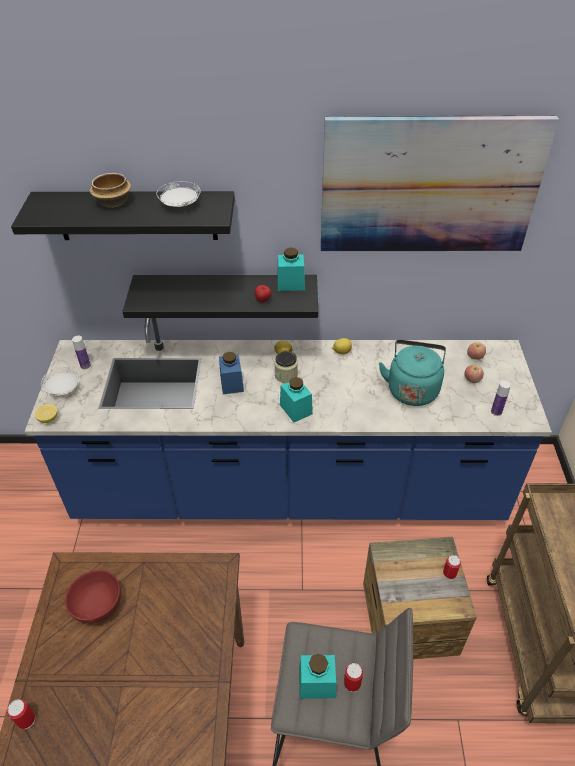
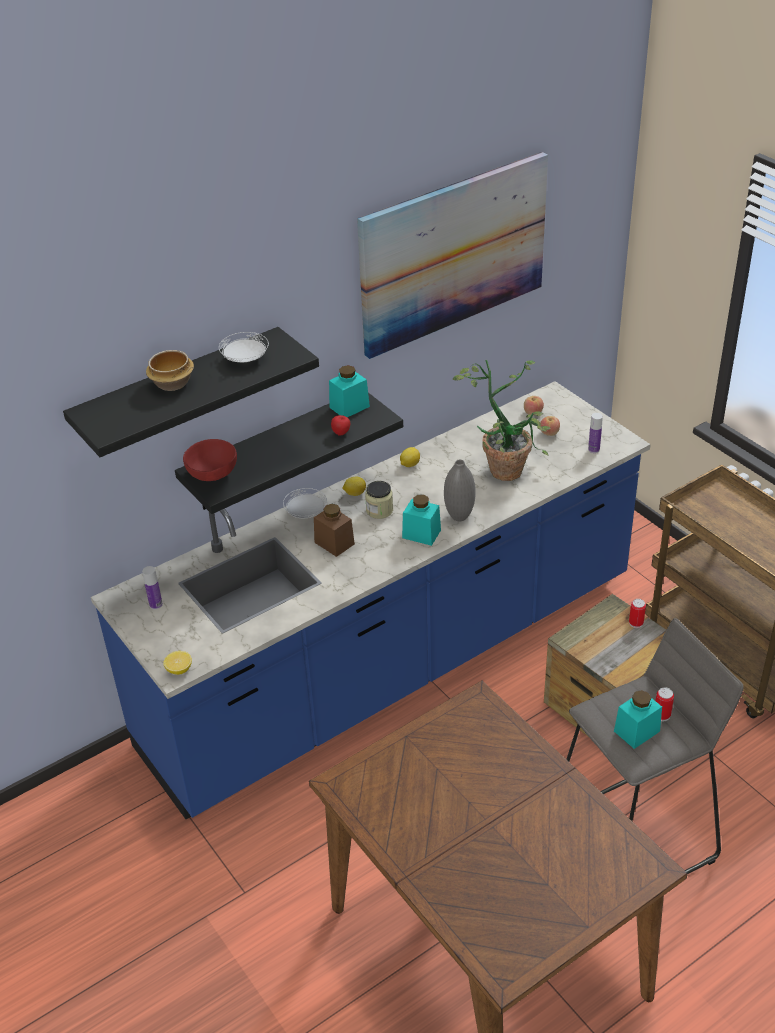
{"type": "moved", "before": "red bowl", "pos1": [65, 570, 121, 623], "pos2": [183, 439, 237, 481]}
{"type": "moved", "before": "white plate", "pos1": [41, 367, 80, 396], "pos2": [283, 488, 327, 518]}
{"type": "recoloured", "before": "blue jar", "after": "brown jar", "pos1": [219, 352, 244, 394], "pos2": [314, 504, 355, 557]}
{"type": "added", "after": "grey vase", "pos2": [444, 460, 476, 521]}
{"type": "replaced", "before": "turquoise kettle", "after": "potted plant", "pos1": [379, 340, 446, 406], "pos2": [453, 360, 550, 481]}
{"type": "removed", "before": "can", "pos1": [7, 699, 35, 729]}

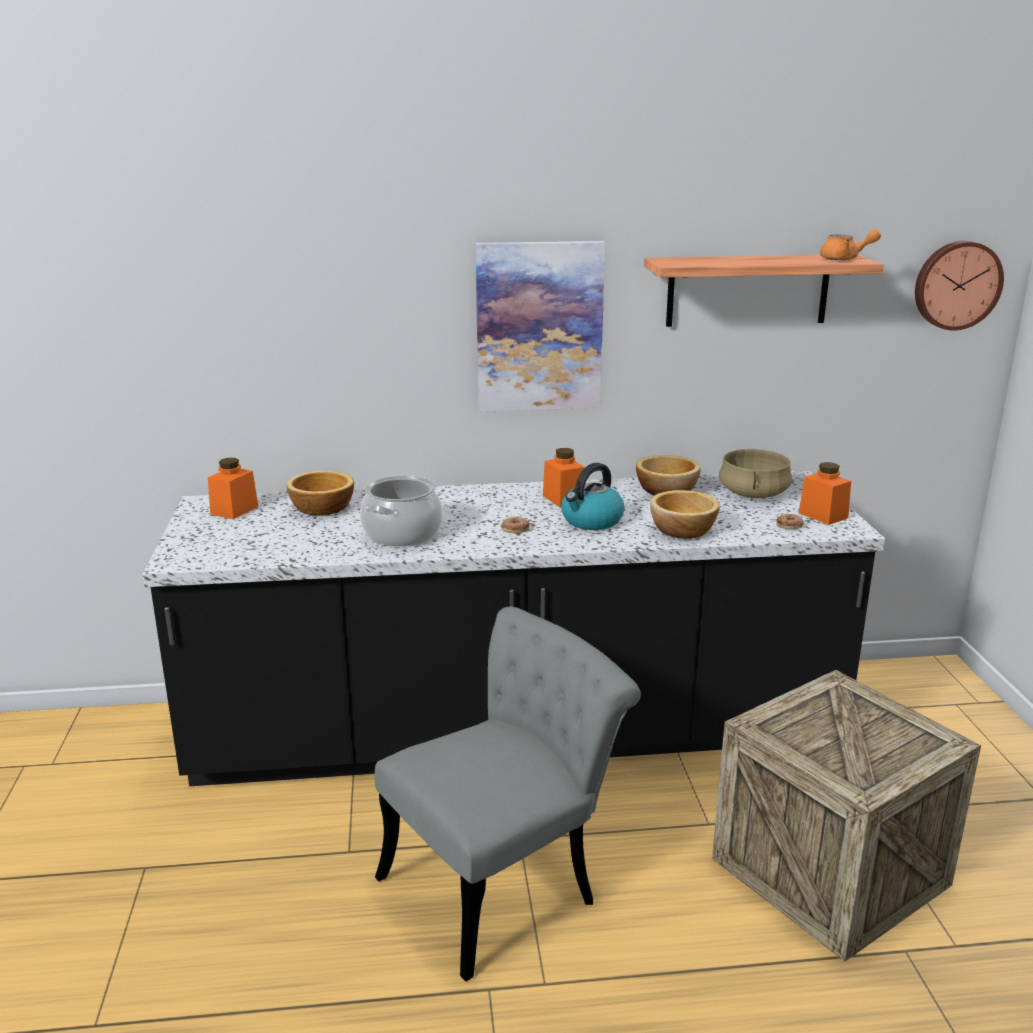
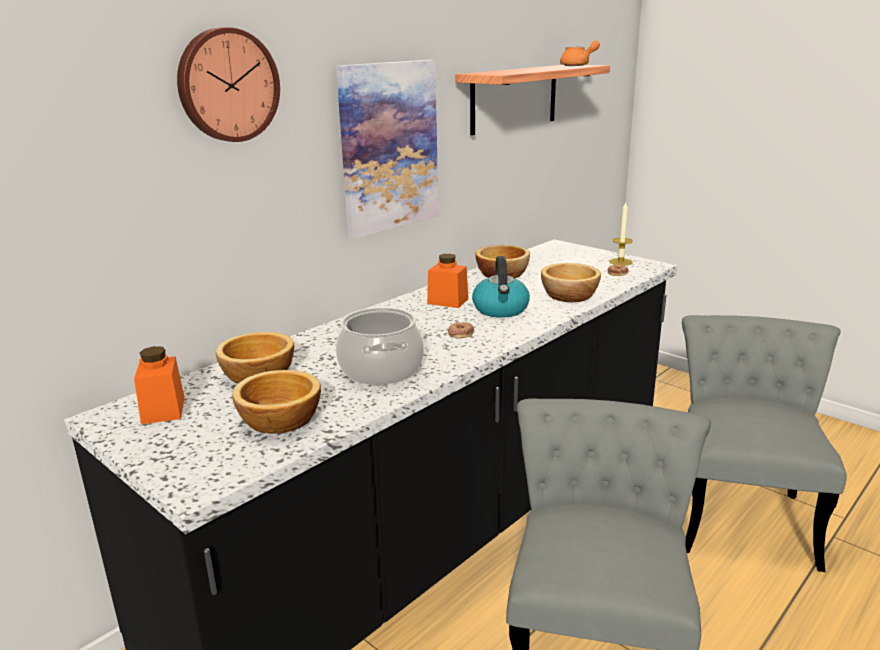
{"type": "moved", "before": "wall clock", "pos1": [915, 241, 1004, 331], "pos2": [177, 27, 280, 142]}
{"type": "added", "after": "bowl", "pos2": [232, 370, 321, 434]}
{"type": "replaced", "before": "orange jar", "after": "candle", "pos1": [798, 462, 851, 525], "pos2": [609, 202, 633, 266]}
{"type": "replaced", "before": "crate", "after": "grey chair", "pos1": [712, 670, 981, 961], "pos2": [682, 315, 847, 572]}
{"type": "removed", "before": "beige cooking pot", "pos1": [719, 449, 792, 498]}

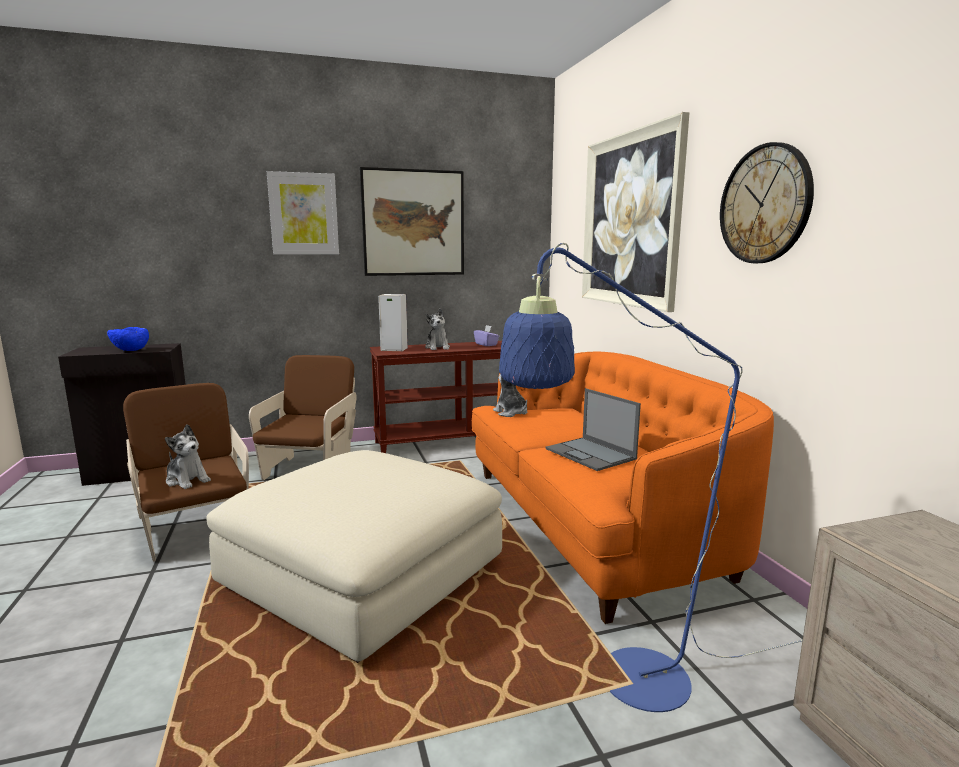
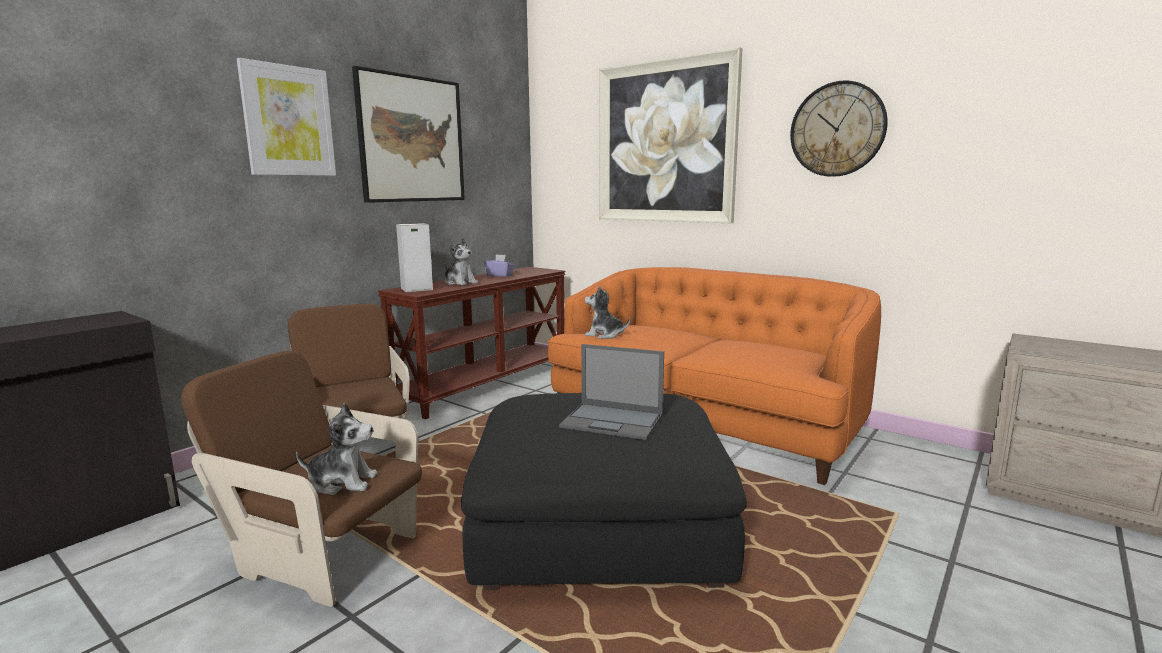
{"type": "recoloured", "before": "beige ottoman", "after": "black ottoman", "pos1": [206, 450, 502, 663], "pos2": [461, 393, 747, 590]}
{"type": "moved", "before": "laptop", "pos1": [545, 388, 641, 471], "pos2": [559, 344, 664, 440]}
{"type": "removed", "before": "blue bowl", "pos1": [107, 327, 149, 351]}
{"type": "removed", "before": "blue floor lamp", "pos1": [499, 243, 803, 712]}

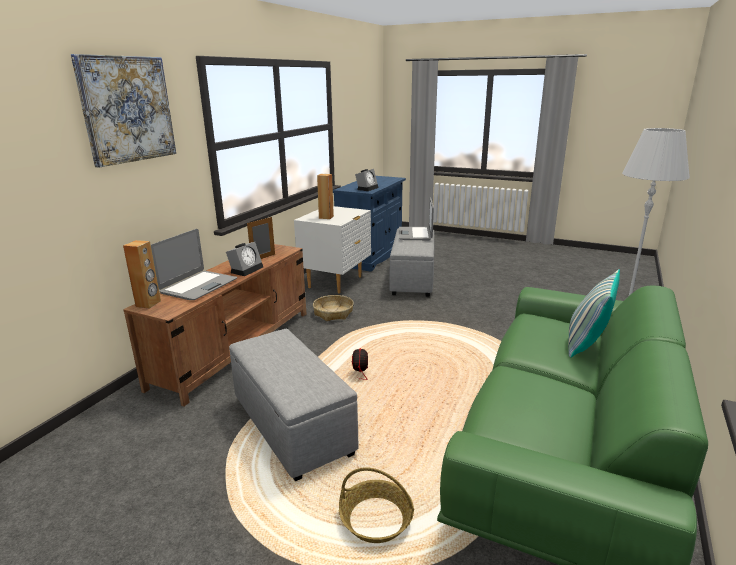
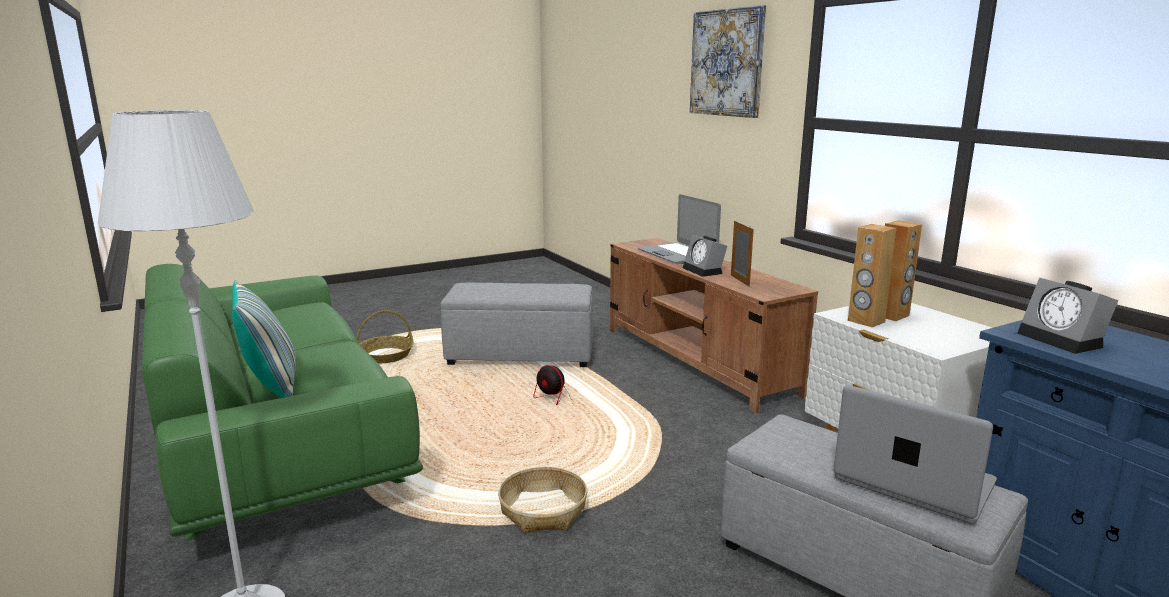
{"type": "moved", "before": "basket", "pos1": [313, 295, 354, 321], "pos2": [498, 467, 587, 533]}
{"type": "moved", "before": "brown speaker", "pos1": [123, 240, 161, 309], "pos2": [848, 224, 896, 327]}

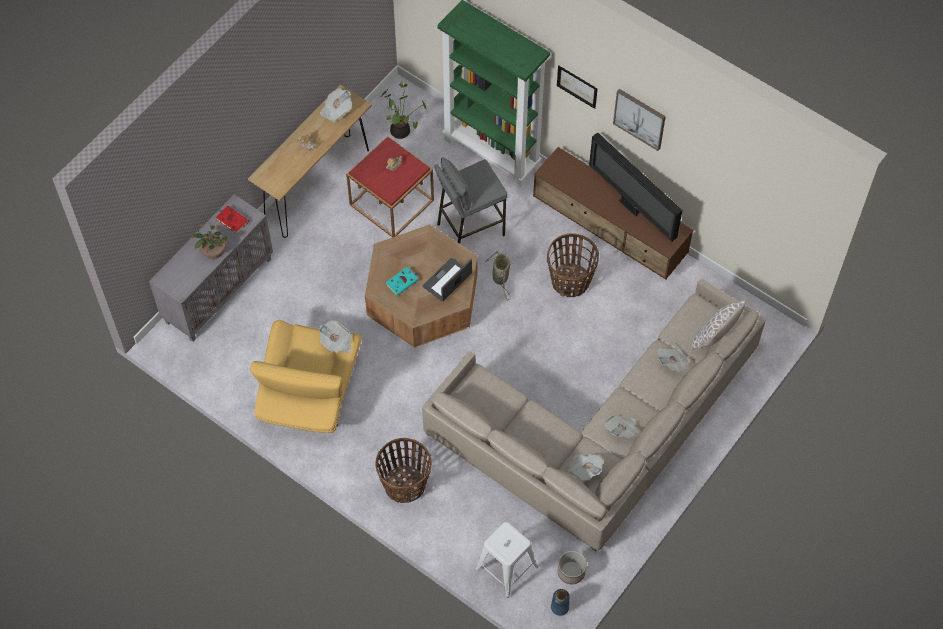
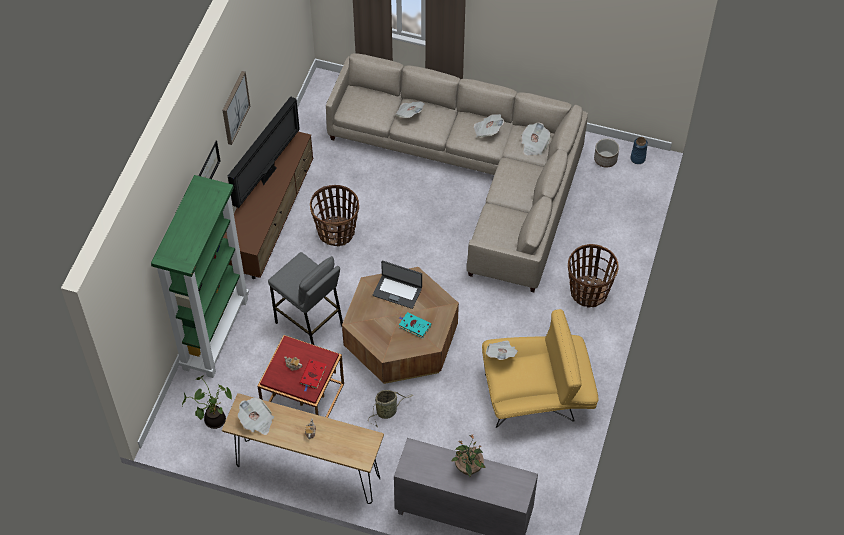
{"type": "moved", "before": "red book", "pos1": [216, 206, 249, 234], "pos2": [300, 359, 327, 391]}
{"type": "moved", "before": "basket", "pos1": [485, 251, 511, 301], "pos2": [368, 390, 413, 427]}
{"type": "removed", "before": "white stool", "pos1": [475, 522, 538, 598]}
{"type": "removed", "before": "pillow", "pos1": [691, 300, 747, 350]}

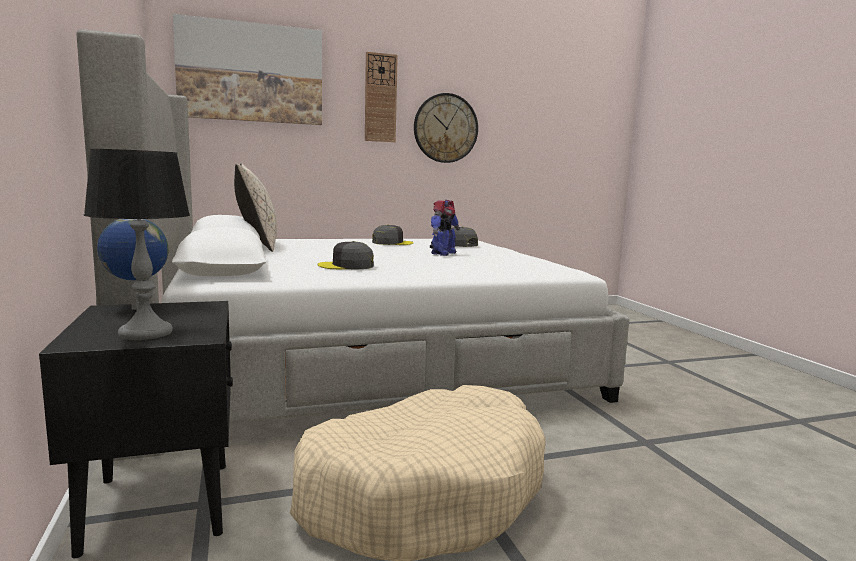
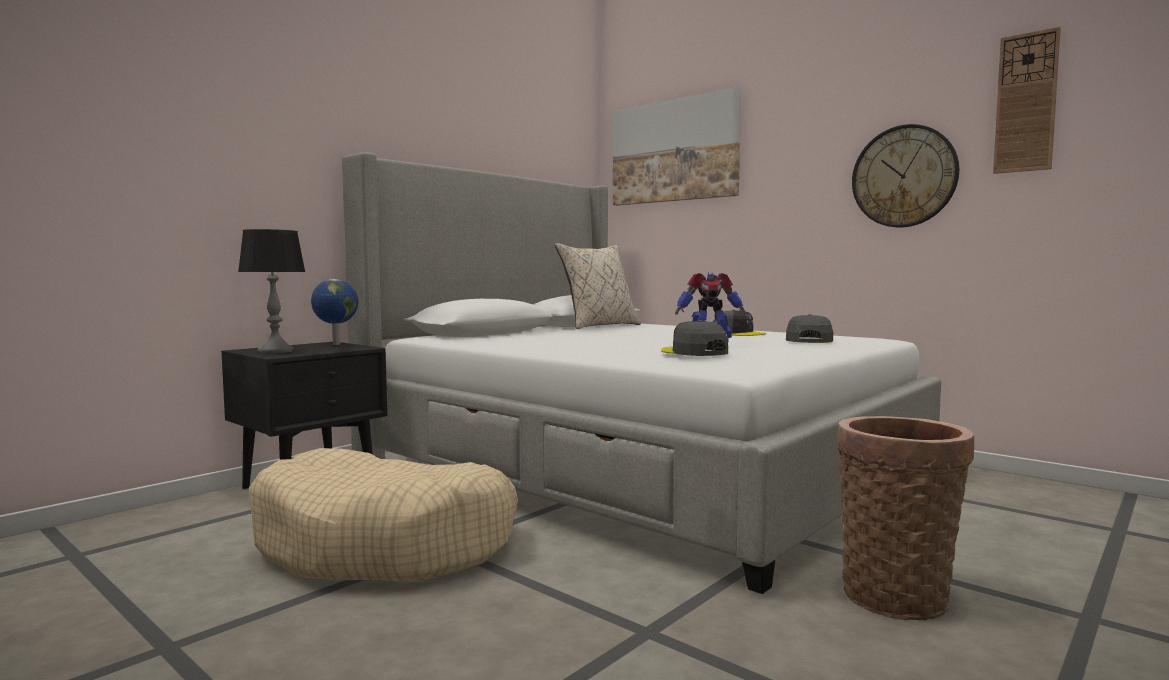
{"type": "moved", "before": "grey cap", "pos1": [317, 241, 374, 269], "pos2": [661, 320, 728, 356]}
{"type": "added", "after": "basket", "pos2": [837, 416, 974, 620]}
{"type": "moved", "before": "wall clock", "pos1": [365, 52, 398, 142], "pos2": [993, 27, 1061, 174]}

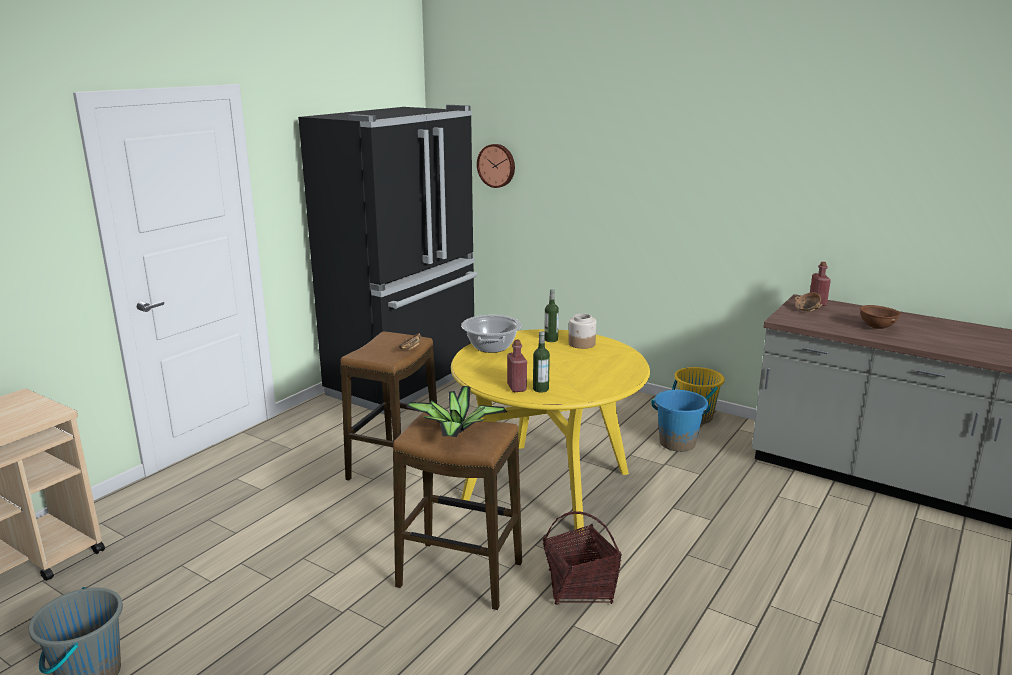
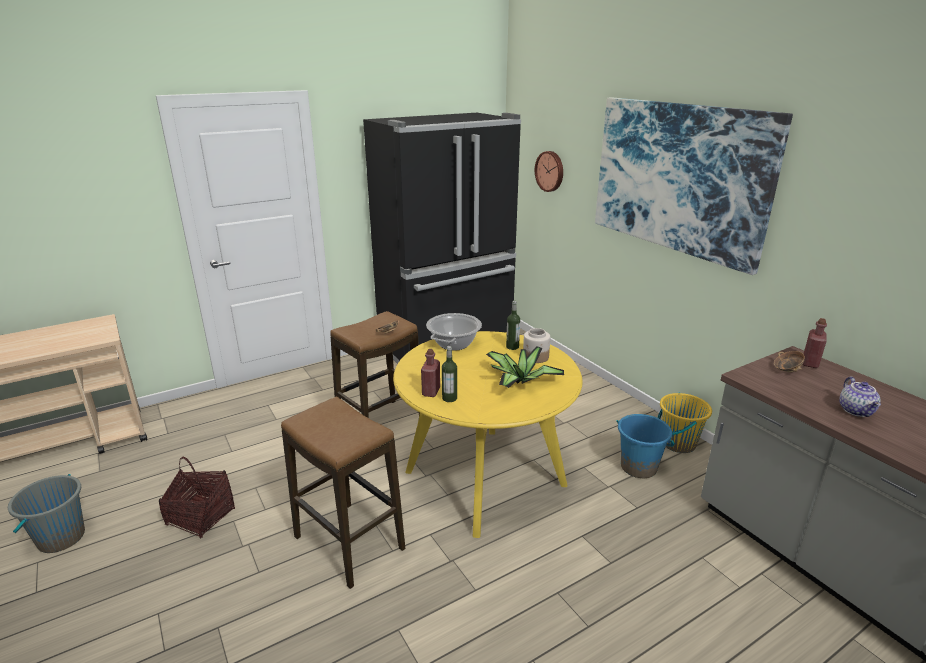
{"type": "moved", "before": "basket", "pos1": [543, 511, 622, 605], "pos2": [159, 457, 235, 539]}
{"type": "moved", "before": "potted plant", "pos1": [406, 386, 507, 437], "pos2": [486, 346, 564, 388]}
{"type": "added", "after": "picture", "pos2": [595, 97, 793, 275]}
{"type": "replaced", "before": "brown bowl", "after": "teapot", "pos1": [860, 305, 901, 329], "pos2": [839, 377, 881, 417]}

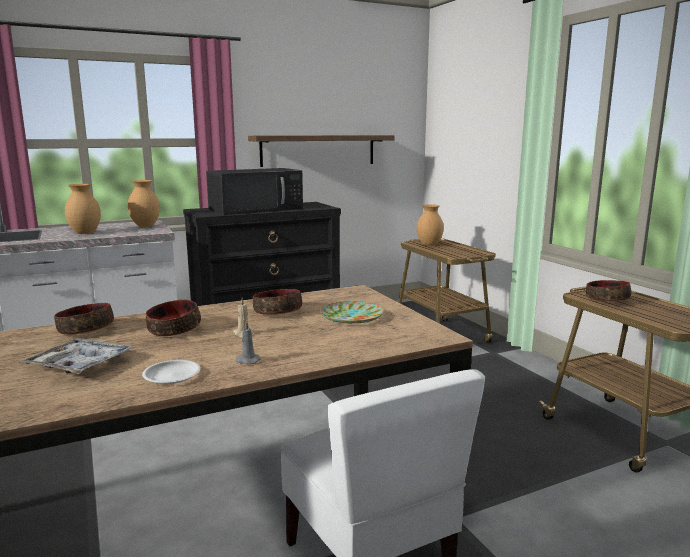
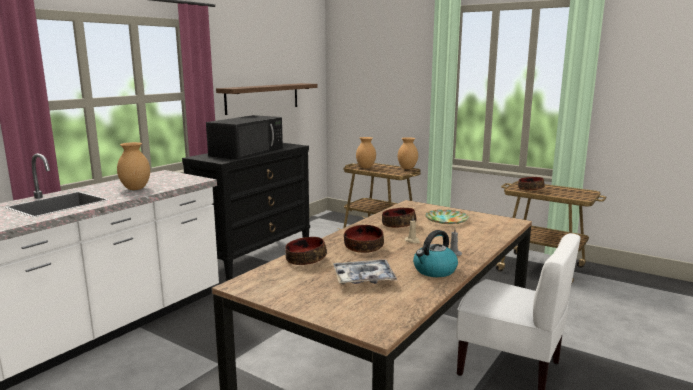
{"type": "moved", "before": "brown vase", "pos1": [128, 180, 160, 227], "pos2": [398, 137, 418, 169]}
{"type": "replaced", "before": "white plate", "after": "kettle", "pos1": [142, 360, 201, 384], "pos2": [413, 230, 458, 277]}

